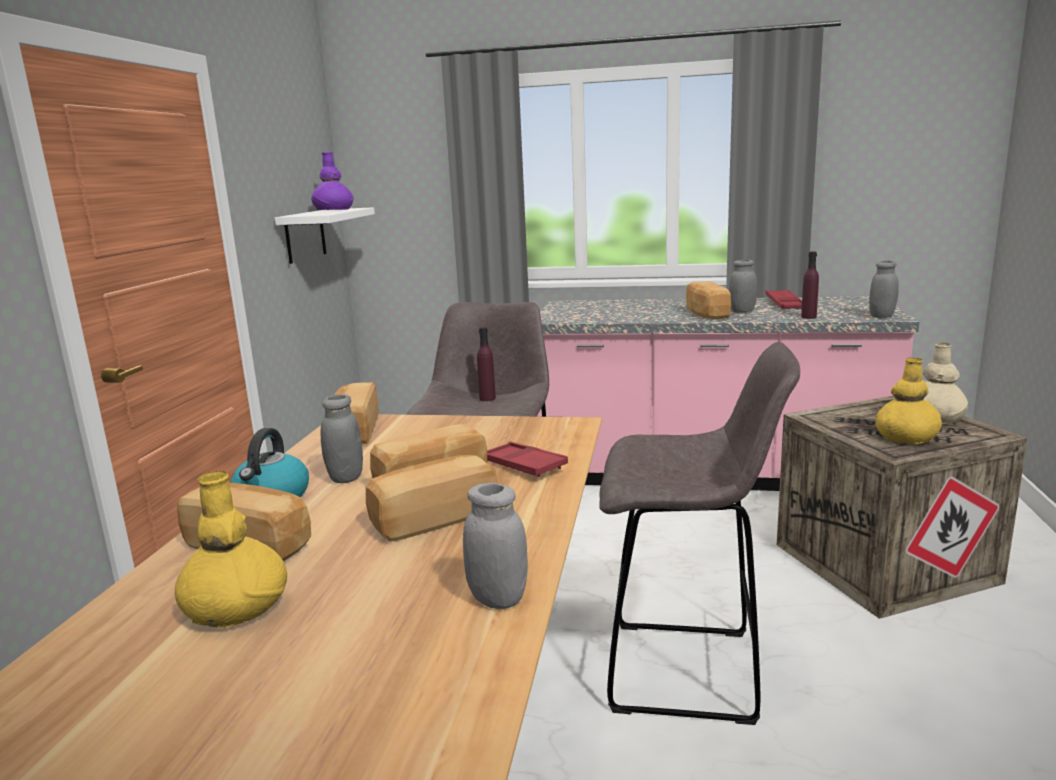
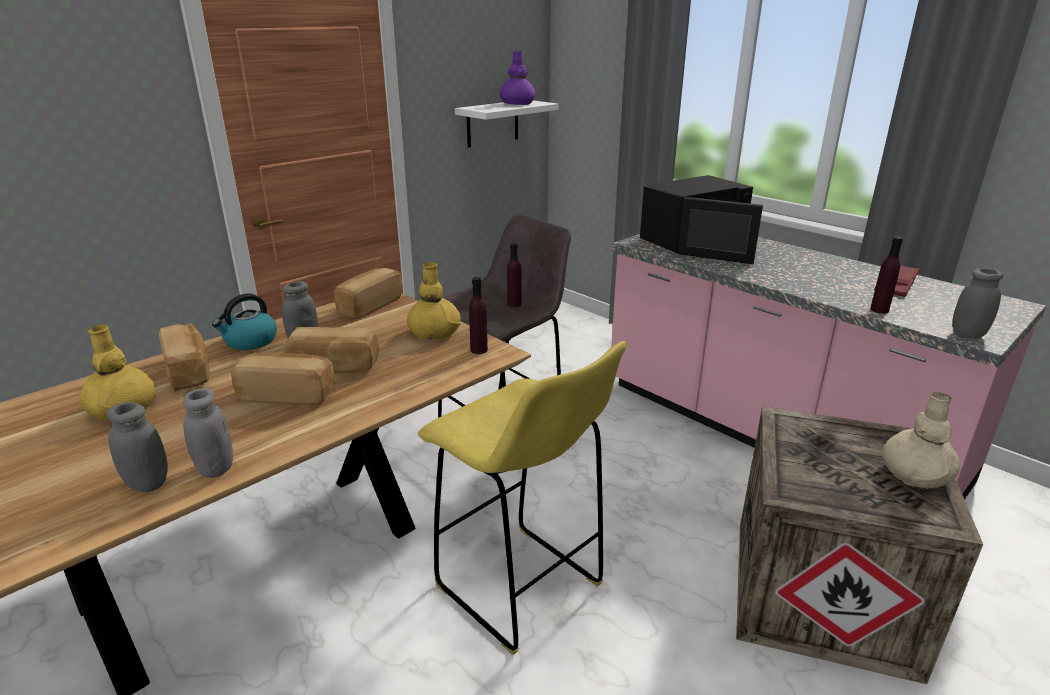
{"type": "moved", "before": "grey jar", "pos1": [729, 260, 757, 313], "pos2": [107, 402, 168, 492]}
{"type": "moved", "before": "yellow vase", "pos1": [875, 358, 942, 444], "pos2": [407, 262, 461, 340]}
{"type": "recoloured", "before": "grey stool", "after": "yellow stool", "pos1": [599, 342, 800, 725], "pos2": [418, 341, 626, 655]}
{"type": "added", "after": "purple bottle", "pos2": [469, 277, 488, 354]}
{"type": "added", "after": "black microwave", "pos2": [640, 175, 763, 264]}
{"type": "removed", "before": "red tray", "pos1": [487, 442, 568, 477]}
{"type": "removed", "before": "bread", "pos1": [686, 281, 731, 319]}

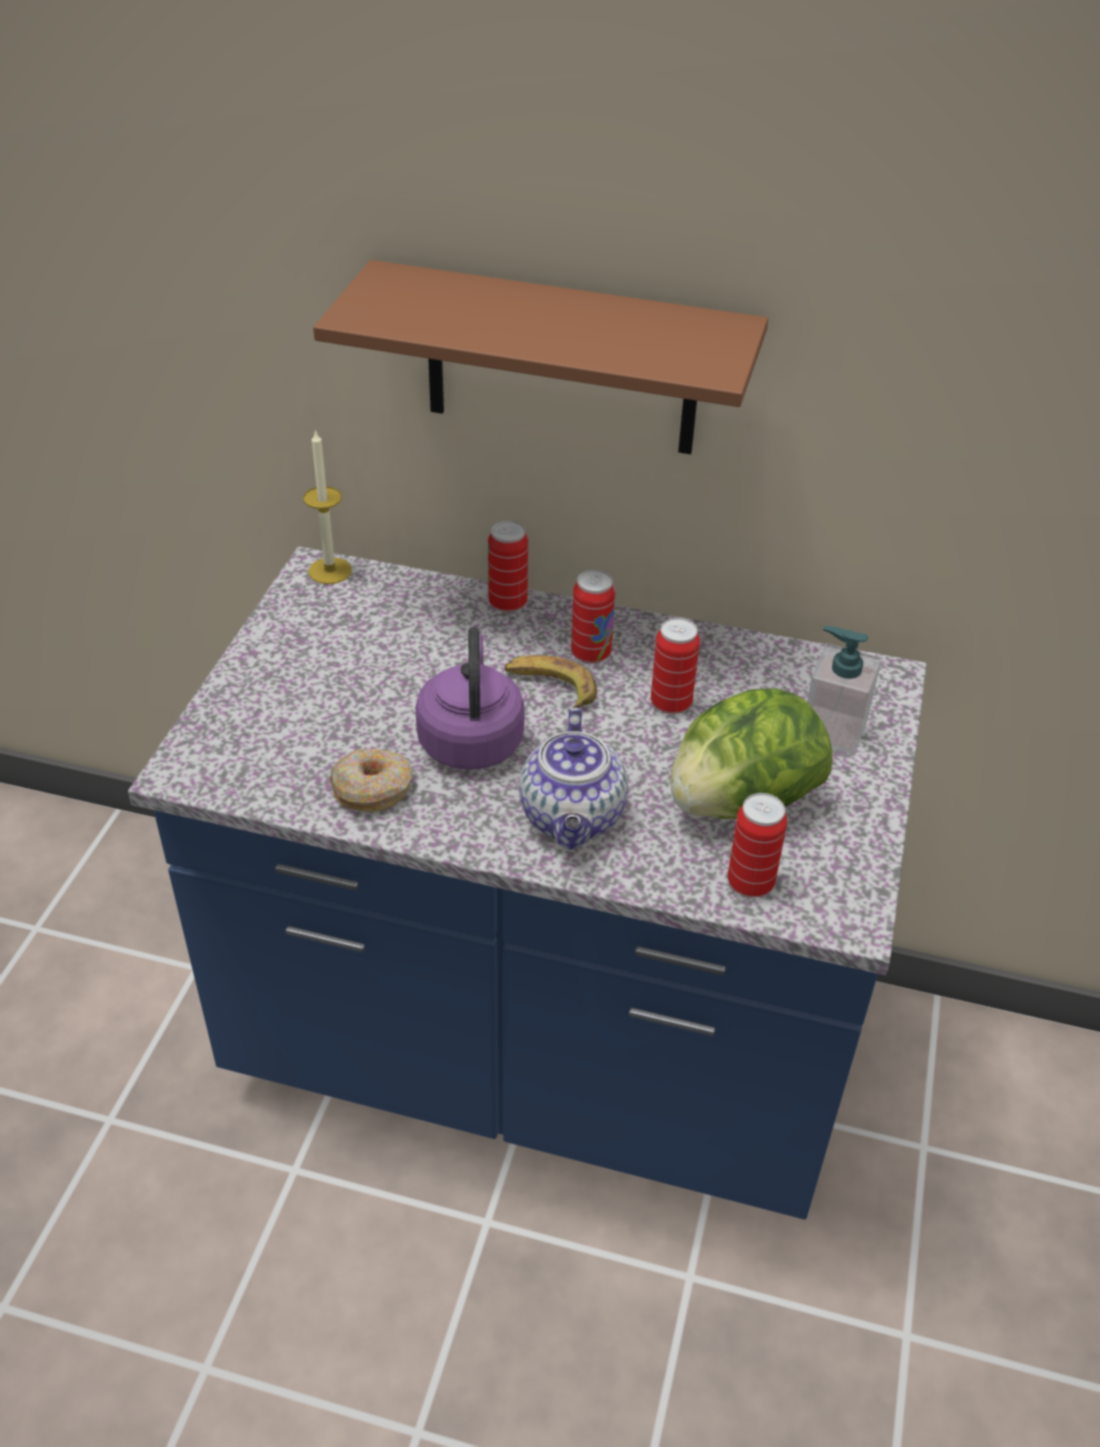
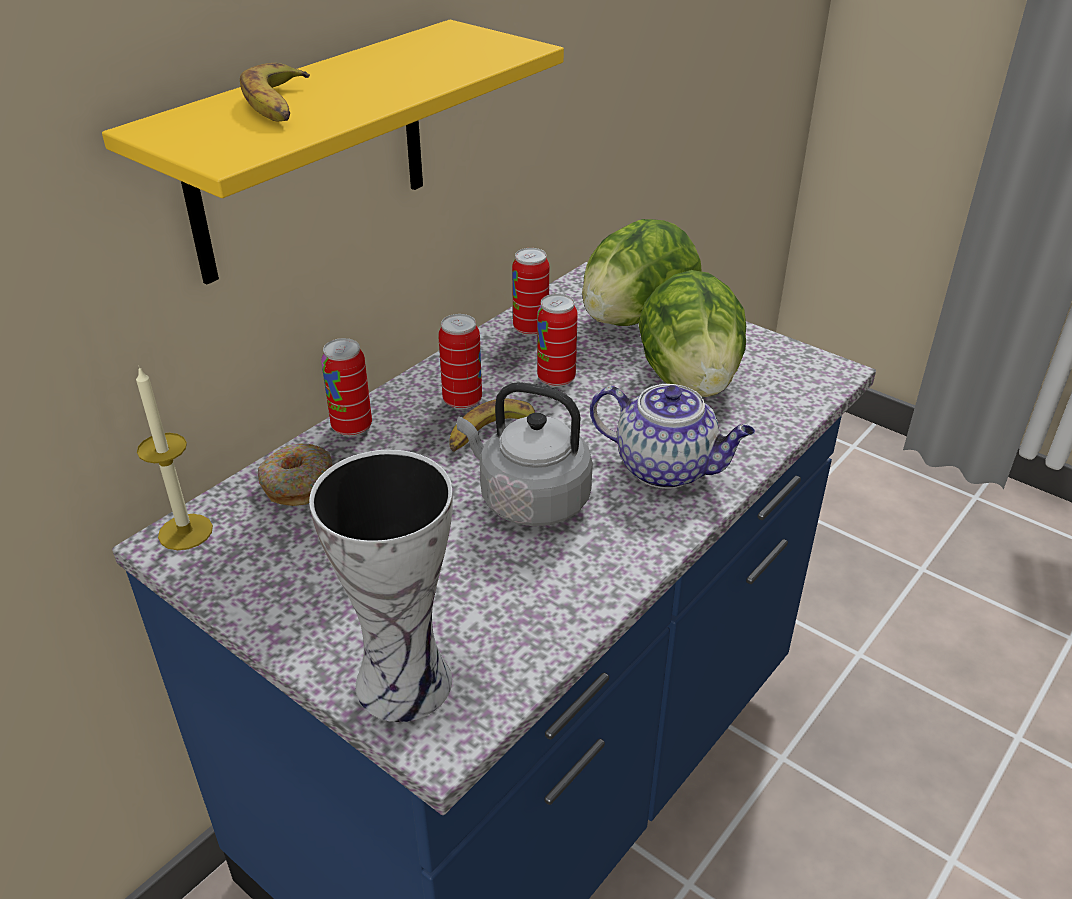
{"type": "recoloured", "before": "brown shelf", "after": "yellow shelf", "pos1": [313, 260, 768, 454], "pos2": [102, 20, 564, 284]}
{"type": "added", "after": "banana", "pos2": [240, 63, 310, 121]}
{"type": "moved", "before": "donut", "pos1": [330, 749, 412, 812], "pos2": [258, 444, 332, 506]}
{"type": "added", "after": "vase", "pos2": [309, 450, 453, 722]}
{"type": "recoloured", "before": "purple kettle", "after": "grey kettle", "pos1": [415, 627, 525, 770], "pos2": [457, 382, 593, 526]}
{"type": "moved", "before": "can", "pos1": [728, 793, 787, 897], "pos2": [512, 248, 549, 336]}
{"type": "replaced", "before": "soap dispenser", "after": "lettuce", "pos1": [807, 626, 882, 755], "pos2": [582, 219, 702, 326]}

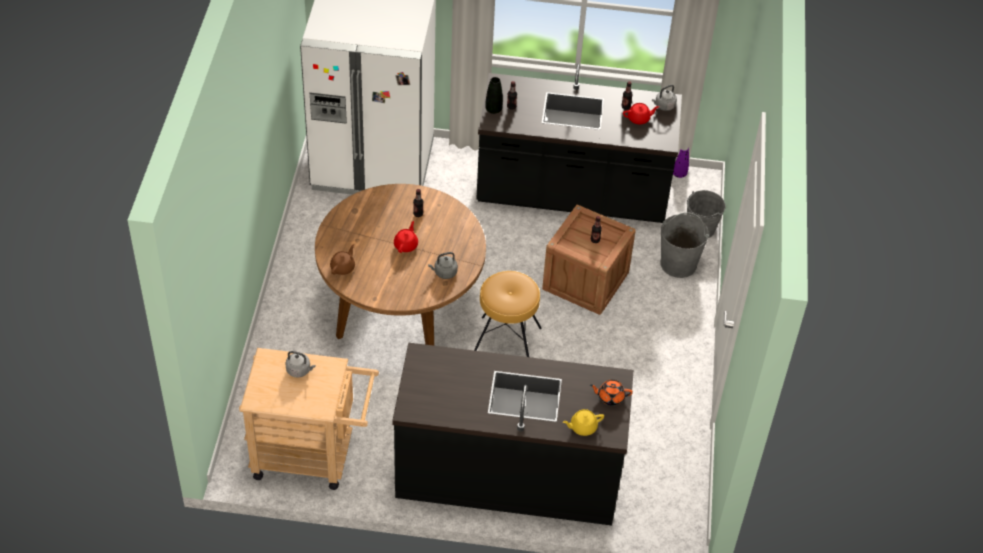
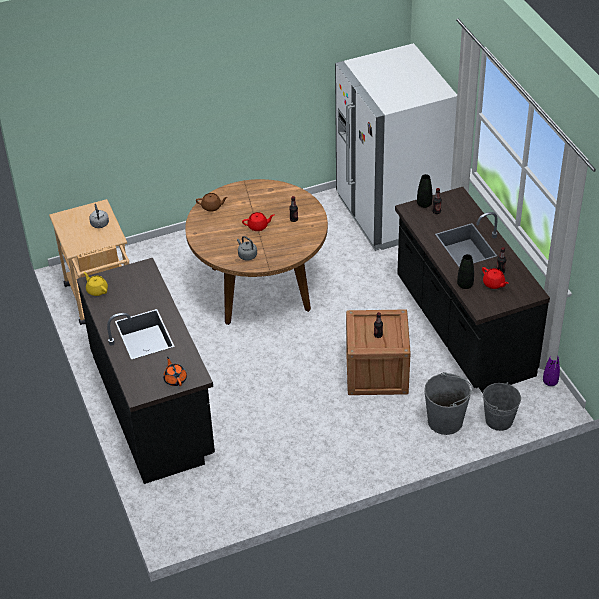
{"type": "moved", "before": "yellow teapot", "pos1": [563, 409, 604, 436], "pos2": [84, 272, 108, 296]}
{"type": "added", "after": "black vase", "pos2": [457, 254, 474, 289]}
{"type": "removed", "before": "brown stool", "pos1": [474, 271, 542, 357]}
{"type": "removed", "before": "grey kettle", "pos1": [652, 85, 677, 111]}

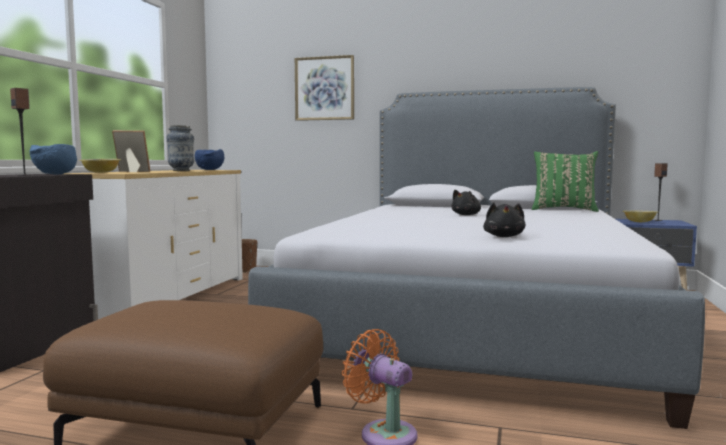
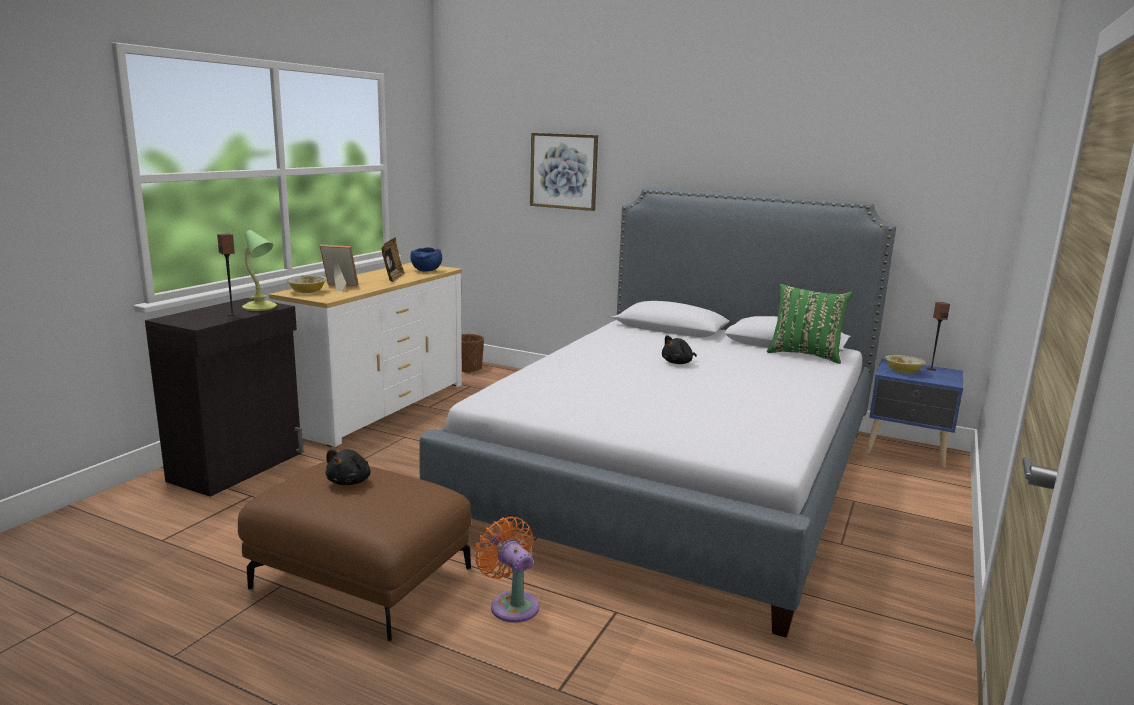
{"type": "replaced", "before": "blue bowl", "after": "table lamp", "pos1": [30, 144, 77, 174], "pos2": [242, 230, 277, 311]}
{"type": "moved", "before": "black plush toy", "pos1": [483, 202, 525, 237], "pos2": [325, 450, 371, 485]}
{"type": "replaced", "before": "vase", "after": "picture frame", "pos1": [166, 125, 194, 171], "pos2": [381, 238, 405, 282]}

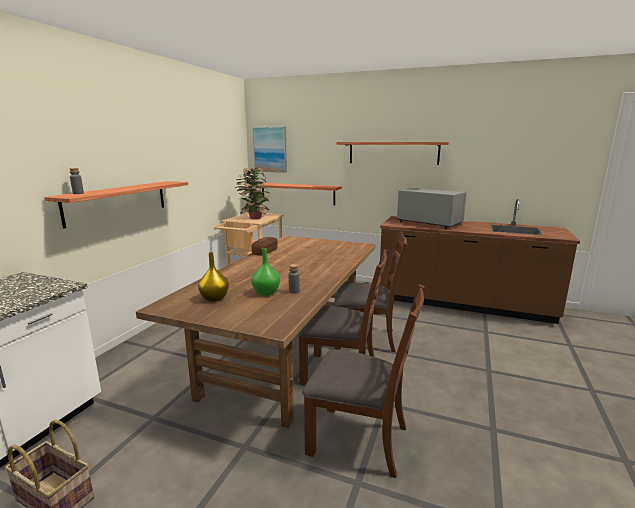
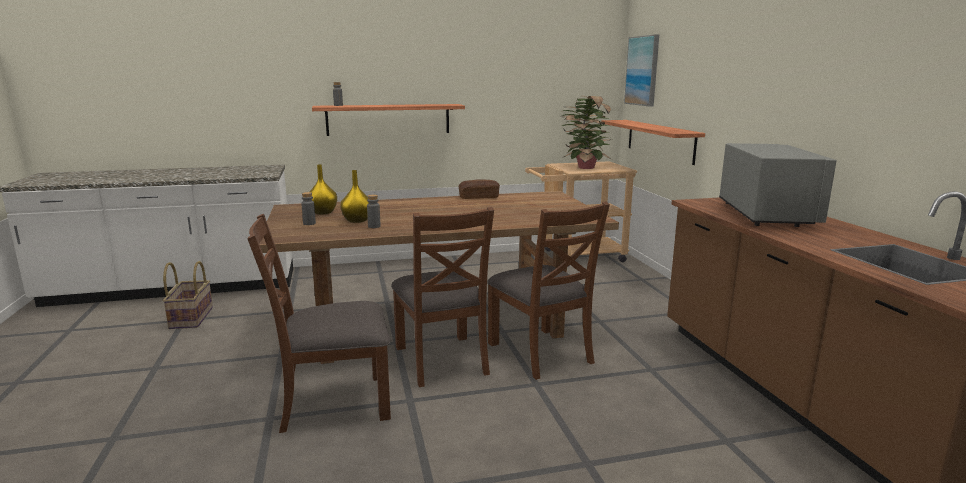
{"type": "turned", "before": "brown chair", "pos1": [303, 284, 425, 478], "pos2": [247, 214, 391, 433], "turn": 90}
{"type": "added", "after": "grey bottle", "pos2": [301, 192, 316, 225]}
{"type": "recoloured", "before": "green vase", "after": "yellow vase", "pos1": [251, 248, 280, 296], "pos2": [340, 170, 369, 223]}
{"type": "removed", "before": "shelf", "pos1": [337, 142, 450, 165]}

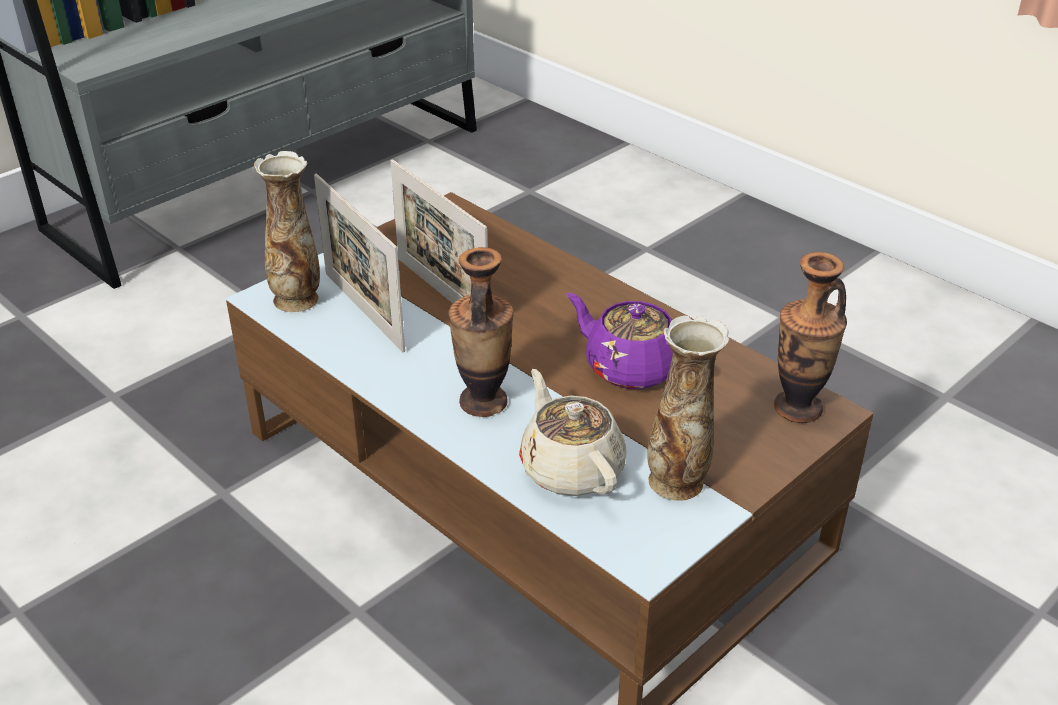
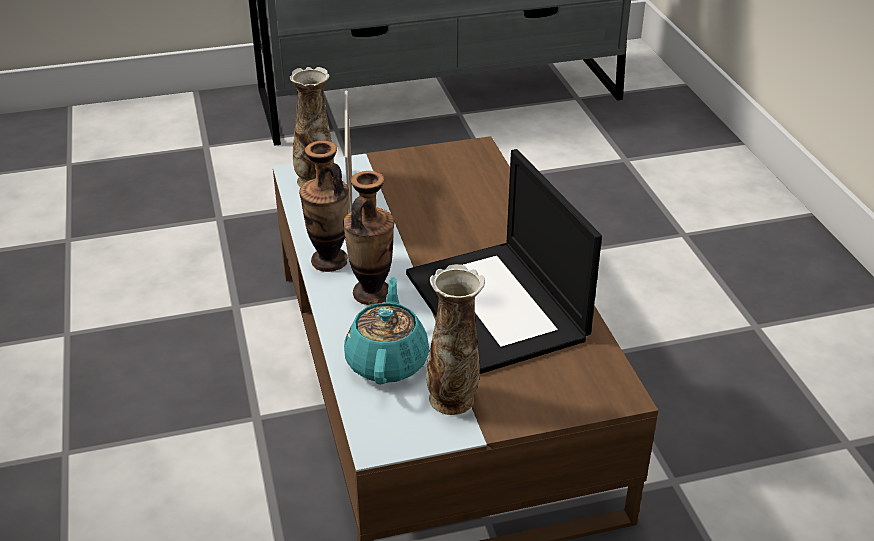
{"type": "moved", "before": "vase", "pos1": [774, 252, 847, 423], "pos2": [299, 141, 349, 272]}
{"type": "recoloured", "before": "beige teapot", "after": "turquoise teapot", "pos1": [519, 369, 627, 496], "pos2": [344, 277, 430, 385]}
{"type": "replaced", "before": "purple teapot", "after": "laptop", "pos1": [567, 293, 673, 389], "pos2": [406, 149, 602, 374]}
{"type": "removed", "before": "picture frame", "pos1": [391, 159, 487, 303]}

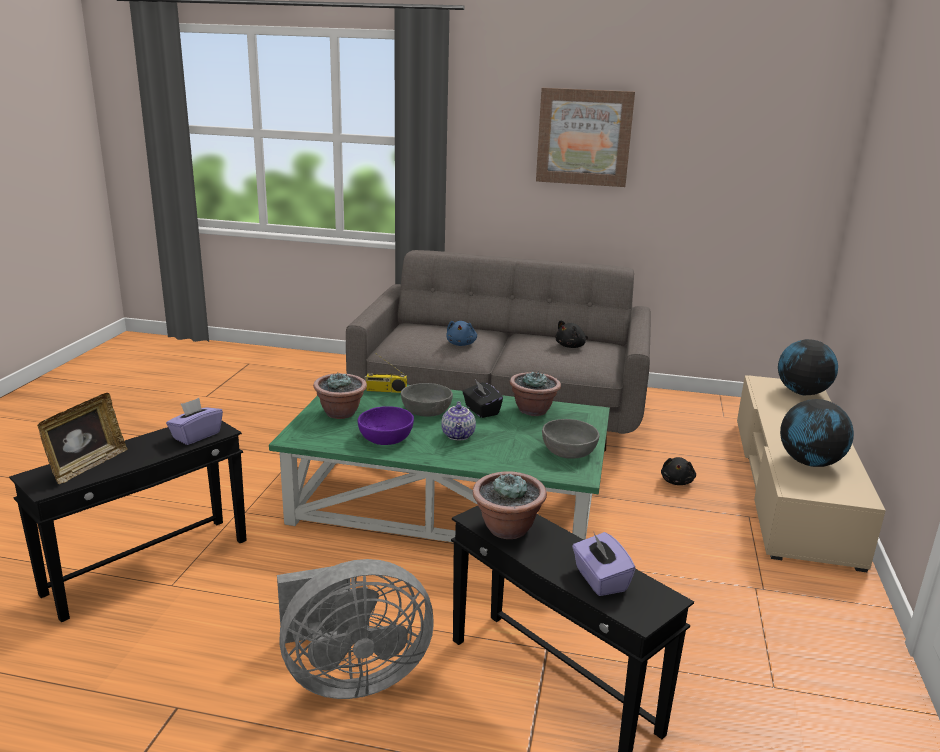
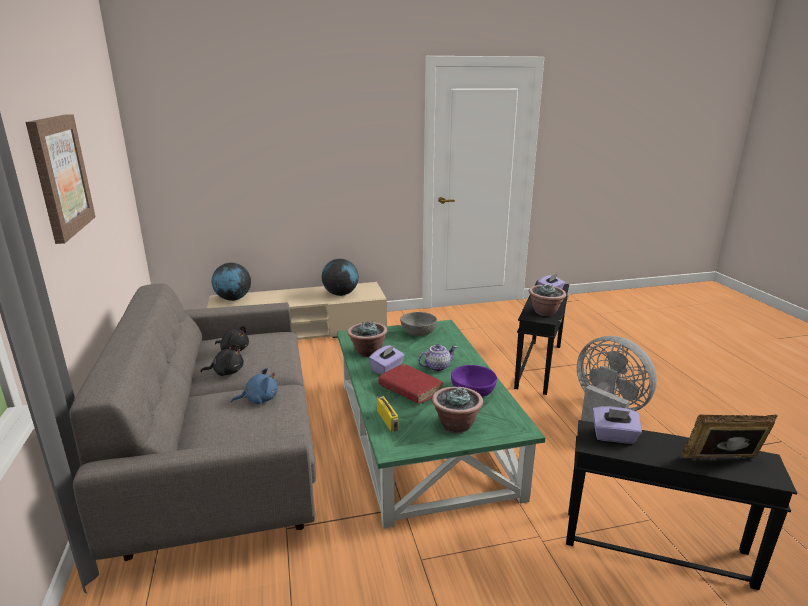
{"type": "moved", "before": "black plush toy", "pos1": [661, 457, 696, 485], "pos2": [200, 344, 244, 376]}
{"type": "recoloured", "before": "black tissue box", "after": "purple tissue box", "pos1": [463, 379, 503, 418], "pos2": [369, 345, 405, 375]}
{"type": "replaced", "before": "grey bowl", "after": "red book", "pos1": [401, 383, 453, 417], "pos2": [378, 364, 443, 404]}

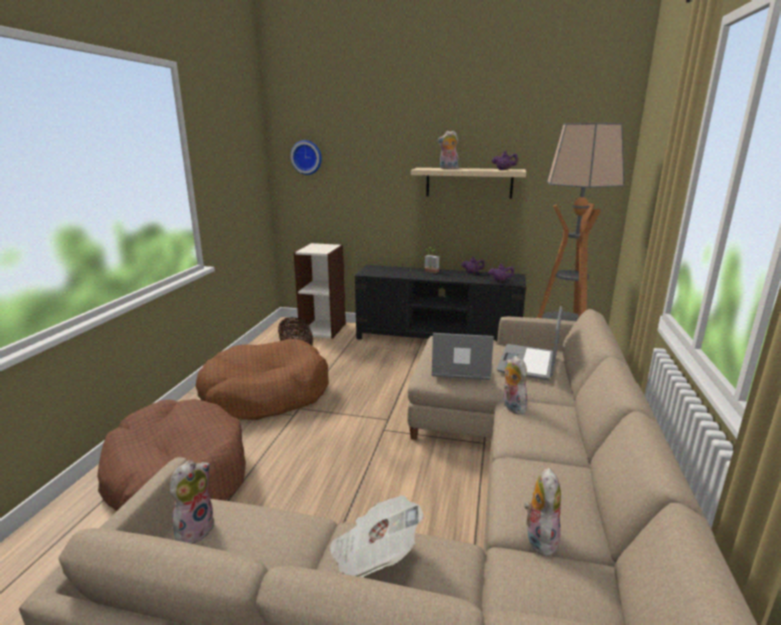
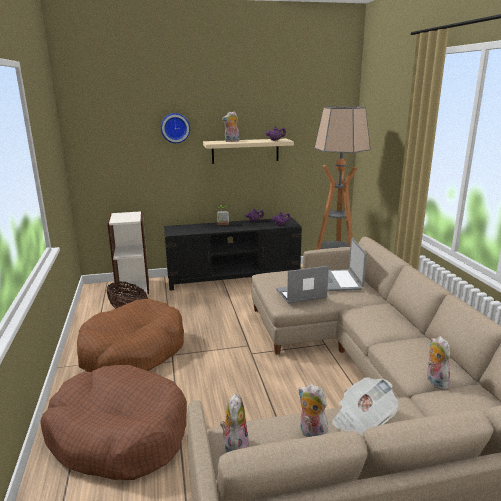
{"type": "moved", "before": "wall clock", "pos1": [290, 140, 322, 175], "pos2": [161, 113, 190, 143]}
{"type": "moved", "before": "plush toy", "pos1": [504, 356, 528, 414], "pos2": [298, 384, 328, 437]}

